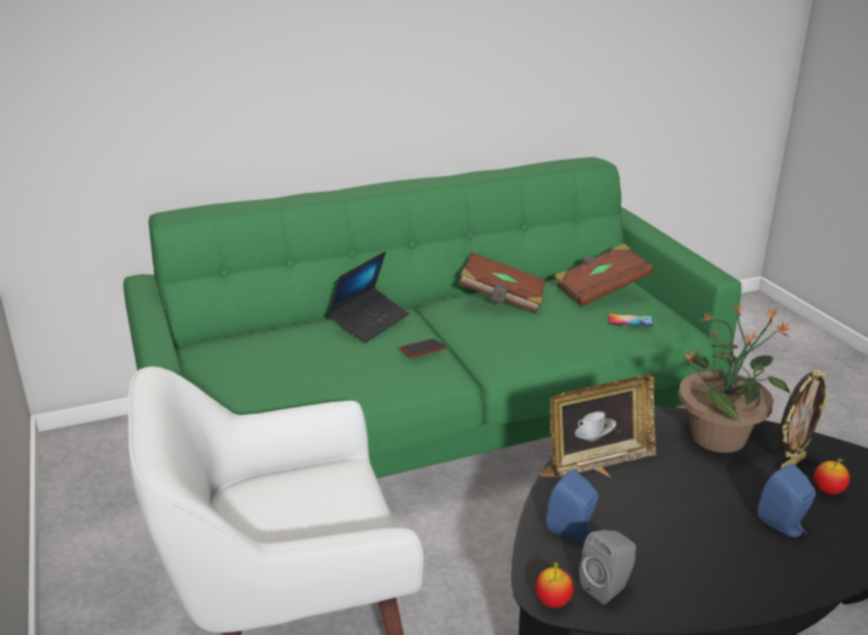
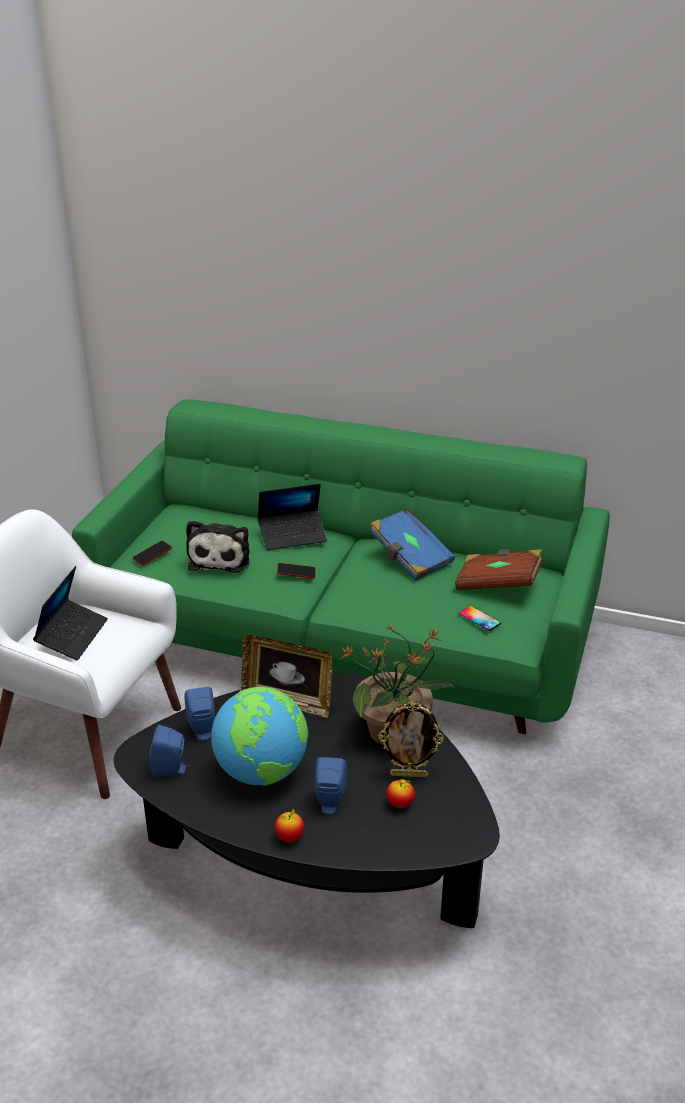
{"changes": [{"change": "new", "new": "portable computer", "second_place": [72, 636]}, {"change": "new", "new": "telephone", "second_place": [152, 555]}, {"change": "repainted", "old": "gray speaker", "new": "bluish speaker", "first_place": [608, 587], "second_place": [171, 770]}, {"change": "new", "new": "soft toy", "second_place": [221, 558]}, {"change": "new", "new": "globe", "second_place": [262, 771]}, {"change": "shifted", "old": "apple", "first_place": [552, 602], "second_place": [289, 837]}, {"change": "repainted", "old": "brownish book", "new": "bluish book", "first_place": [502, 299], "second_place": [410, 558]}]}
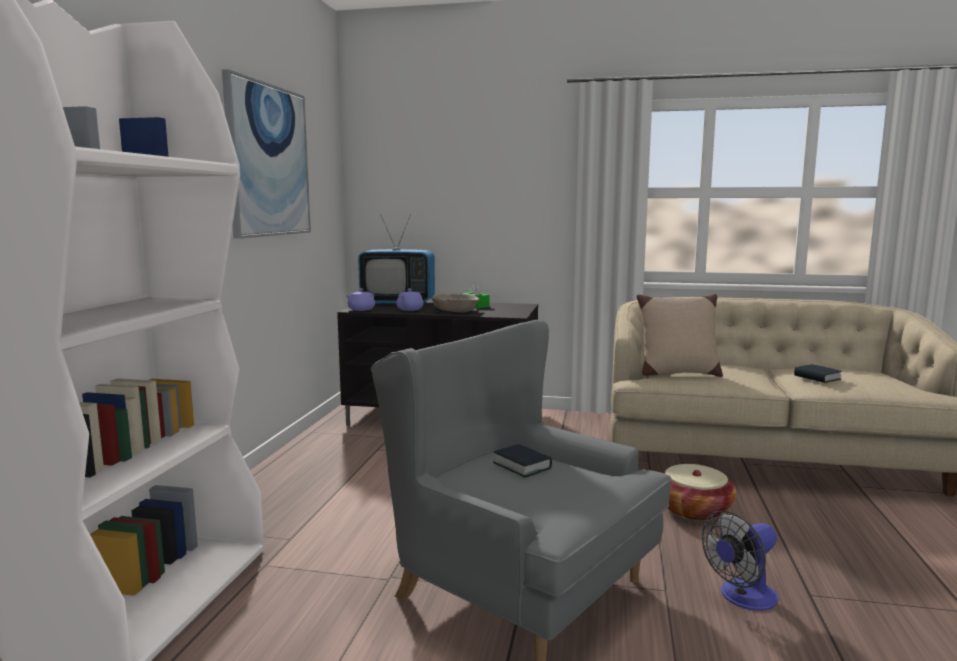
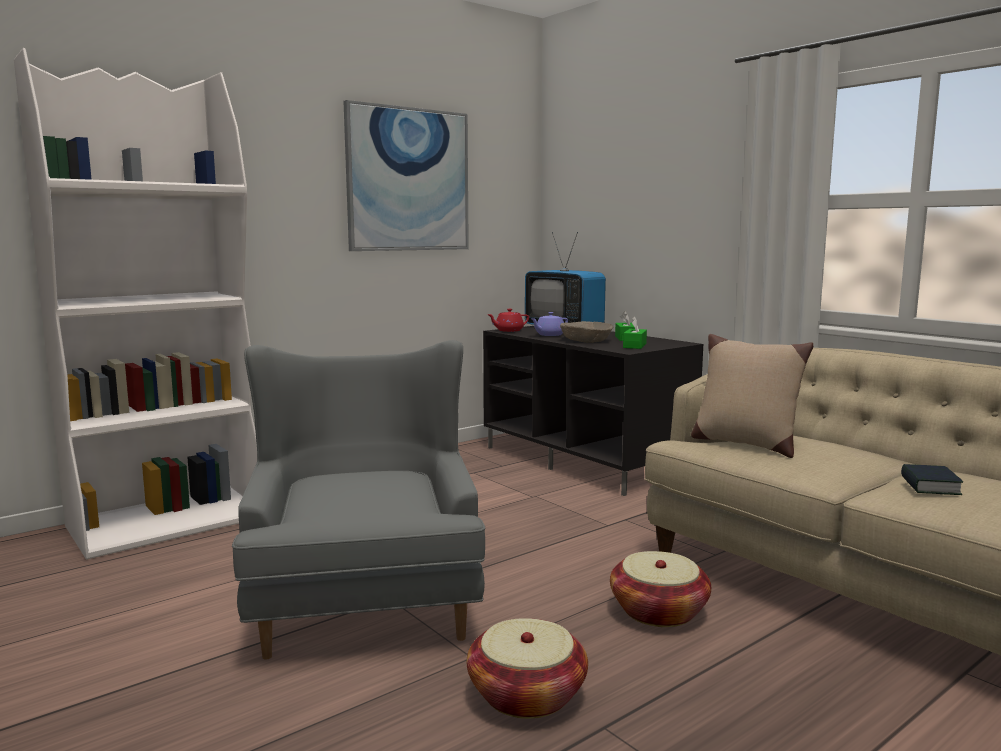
{"changes": [{"change": "swapped", "old": "cooling fan", "new": "storage basket", "first_place": [742, 598], "second_place": [526, 695]}, {"change": "repainted", "old": "purplish teapot", "new": "reddish teapot", "first_place": [361, 309], "second_place": [508, 330]}, {"change": "new", "new": "greenish tissue box", "second_place": [634, 346]}, {"change": "gone", "old": "book", "first_place": [522, 466]}]}
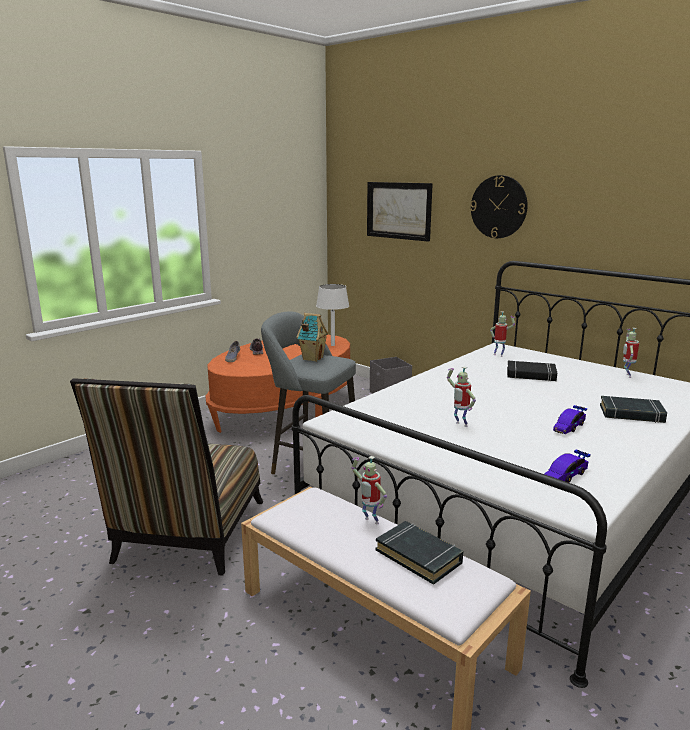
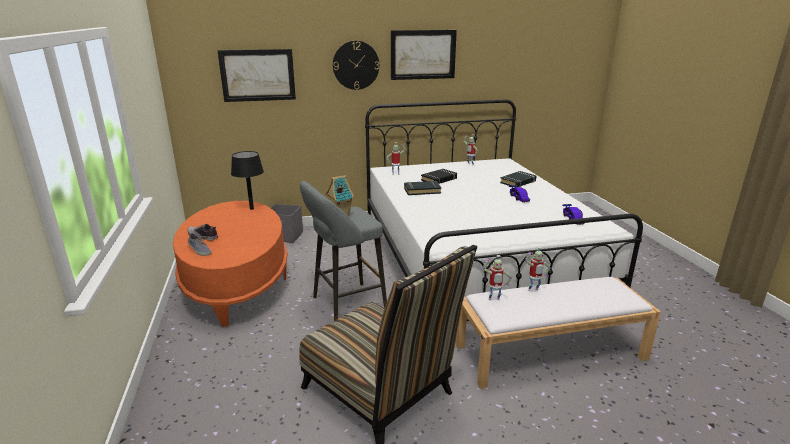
{"changes": [{"change": "repainted", "old": "white lamp for a table", "new": "black-coloured lamp for a table", "first_place": [332, 345], "second_place": [252, 209]}, {"change": "new", "new": "wall picture", "second_place": [423, 54]}, {"change": "shifted", "old": "black-coloured book", "first_place": [419, 556], "second_place": [422, 190]}, {"change": "shifted", "old": "robot figure", "first_place": [460, 425], "second_place": [494, 300]}]}
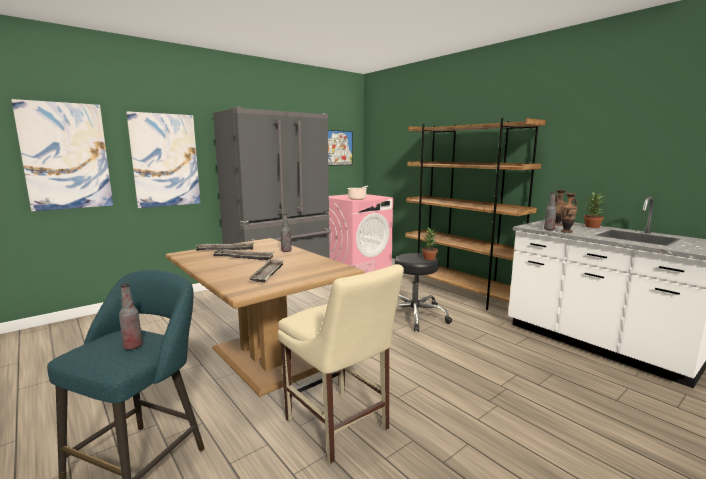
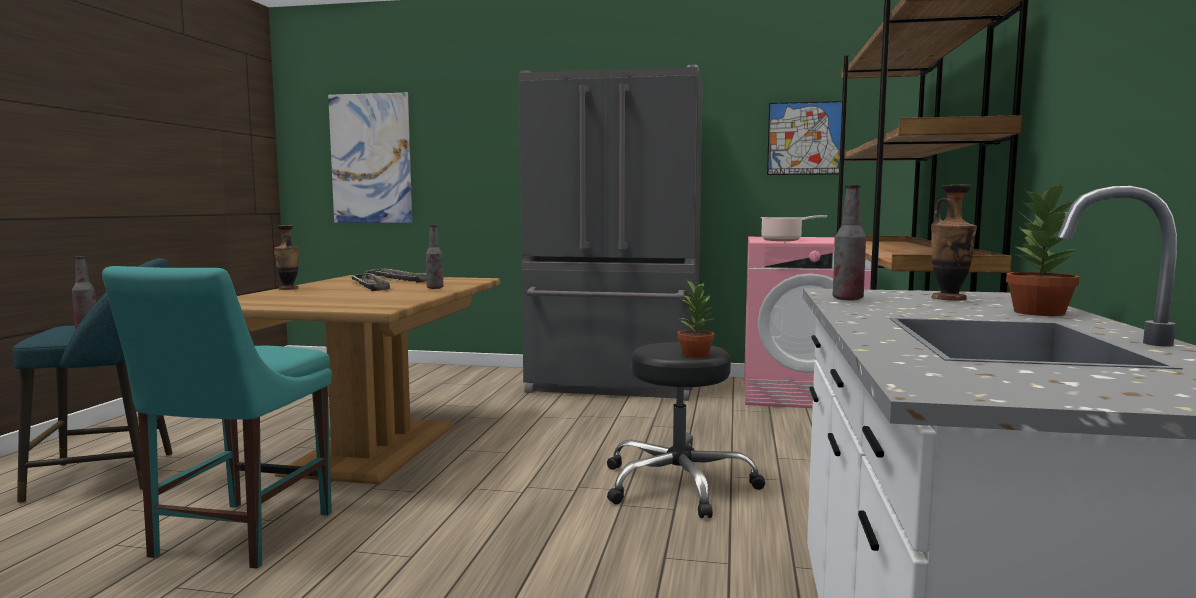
{"changes": [{"change": "repainted", "old": "beige plain chair", "new": "blue-green plain chair", "first_place": [339, 426], "second_place": [237, 537]}, {"change": "shifted", "old": "decorative vase", "first_place": [566, 231], "second_place": [288, 288]}, {"change": "gone", "old": "wall picture", "first_place": [165, 160]}, {"change": "gone", "old": "tray", "first_place": [268, 274]}]}
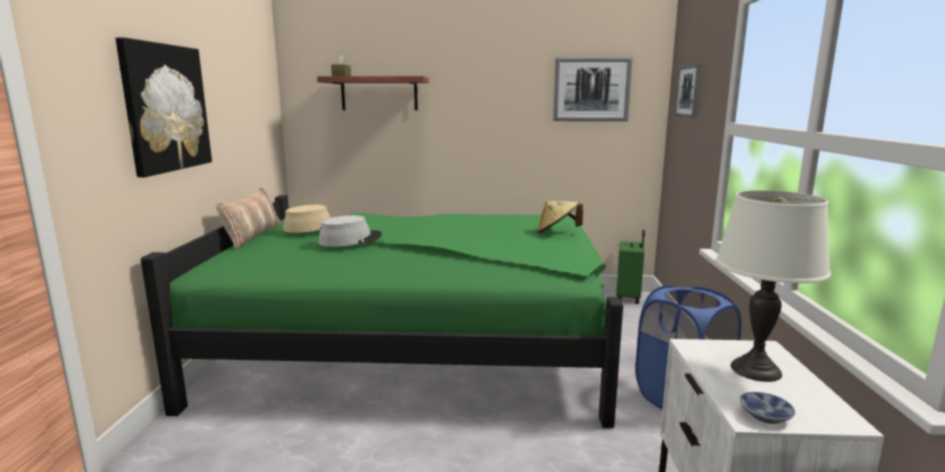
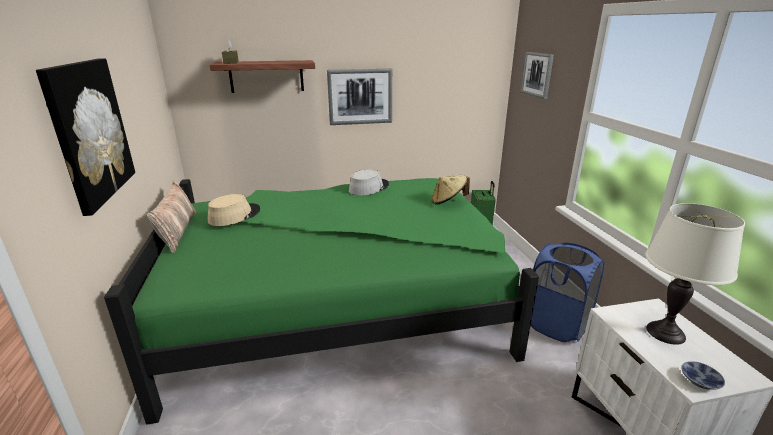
{"changes": [{"change": "shifted", "old": "wall picture", "first_place": [591, 89], "second_place": [360, 96]}, {"change": "shifted", "old": "gray wearable hat", "first_place": [350, 240], "second_place": [368, 188]}]}
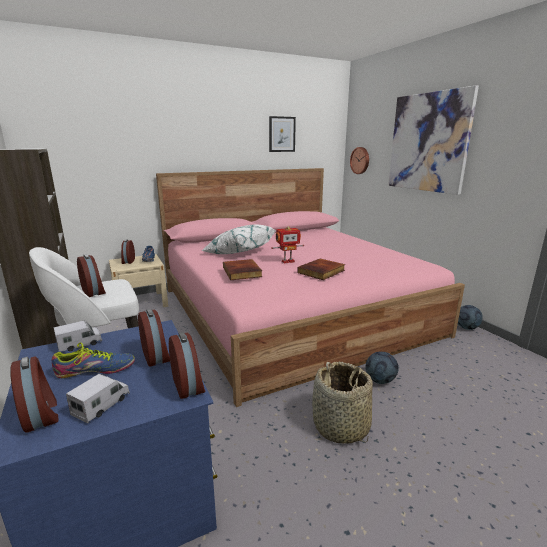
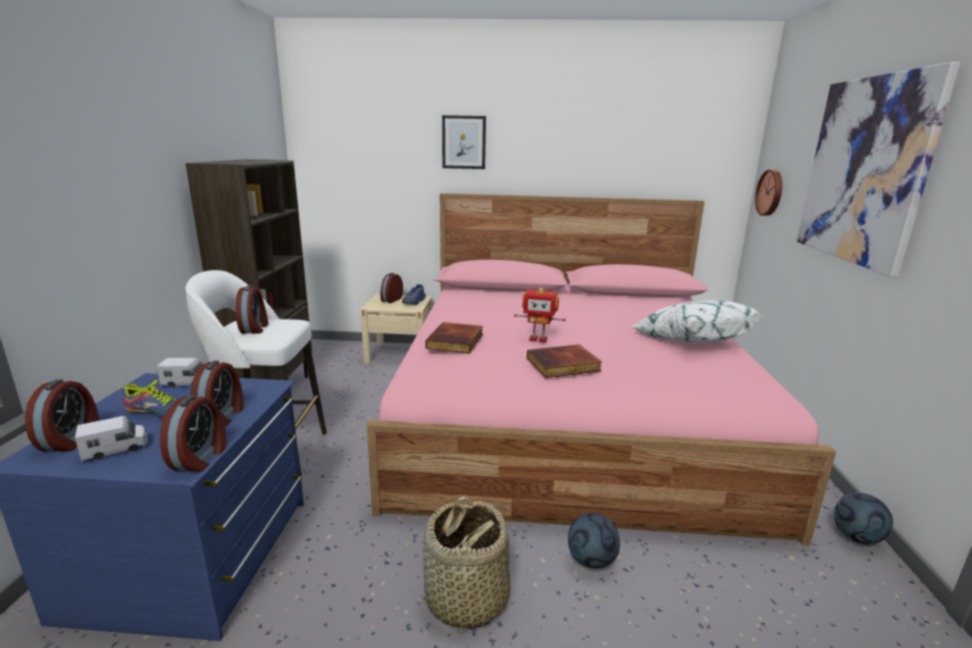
{"changes": [{"change": "shifted", "old": "wall picture", "first_place": [282, 134], "second_place": [464, 142]}, {"change": "shifted", "old": "white throw pillow", "first_place": [239, 253], "second_place": [690, 341]}]}
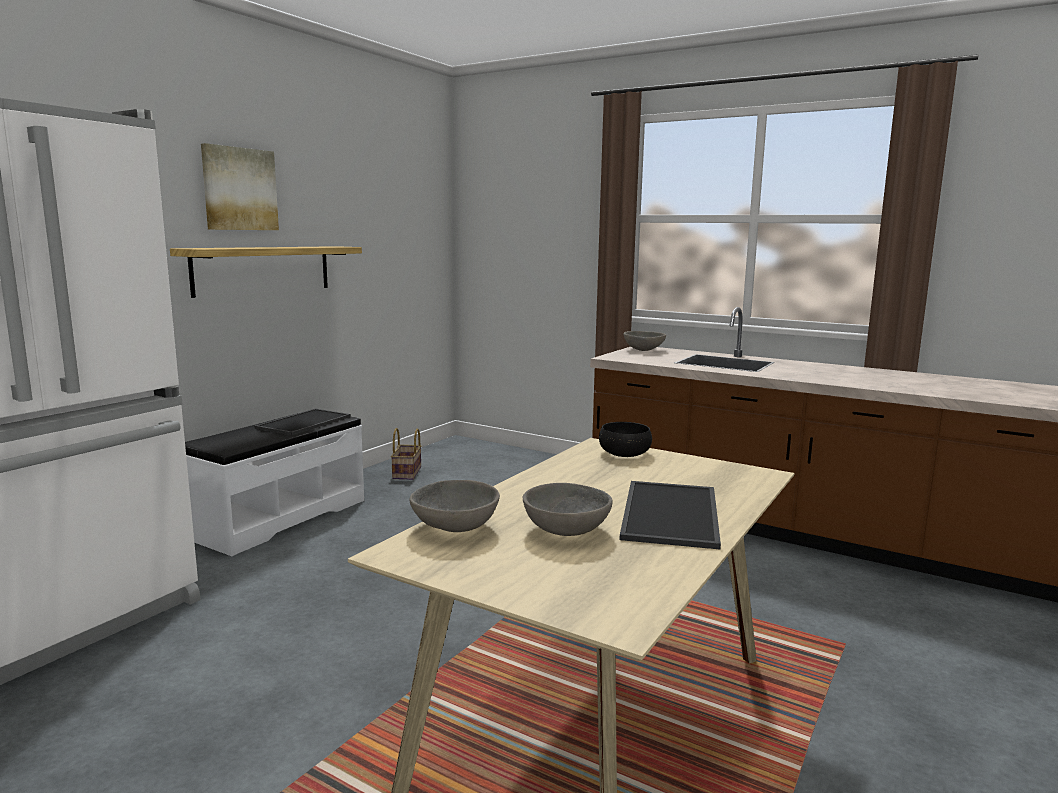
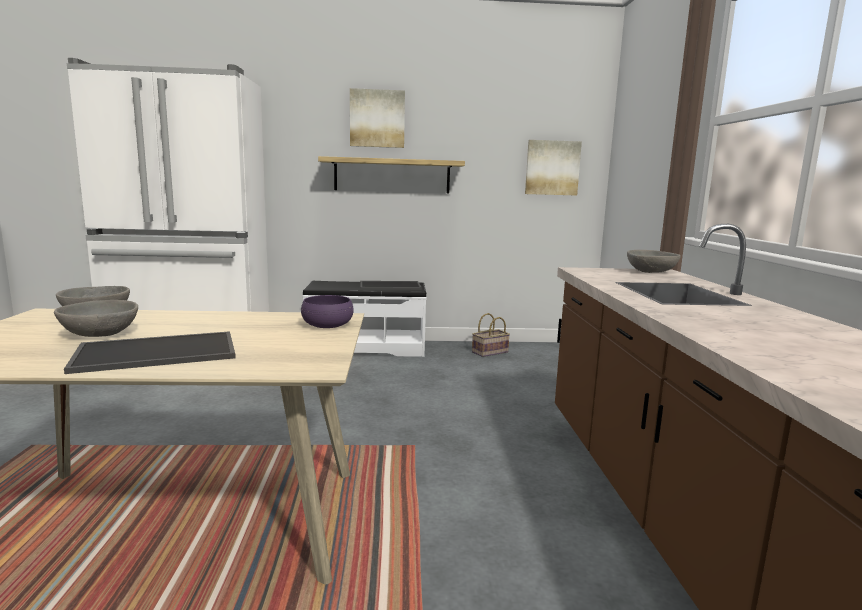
{"changes": [{"change": "repainted", "old": "black-coloured deep dish", "new": "purplish deep dish", "first_place": [624, 453], "second_place": [327, 324]}, {"change": "new", "new": "wall picture", "second_place": [552, 168]}]}
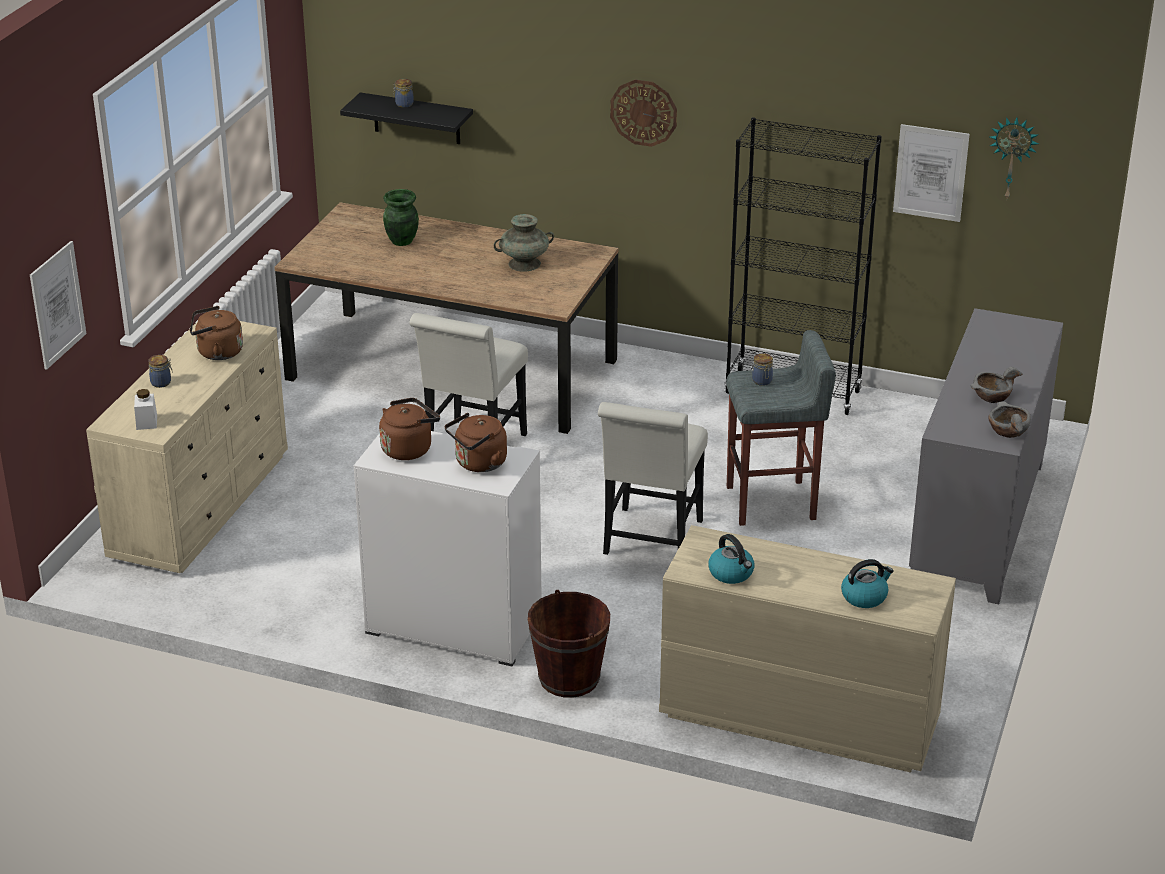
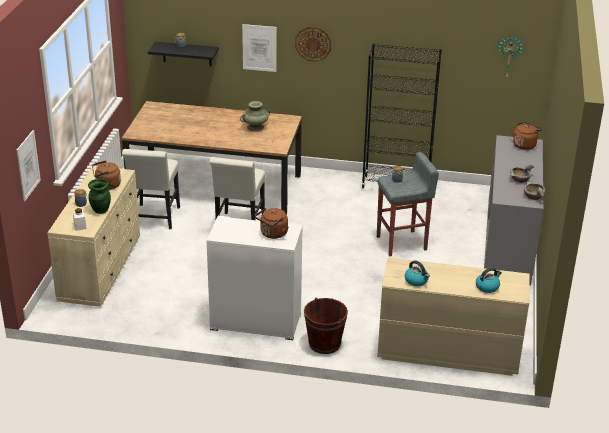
{"changes": [{"change": "shifted", "old": "greenish decorative vase", "first_place": [401, 241], "second_place": [100, 210]}, {"change": "shifted", "old": "white plain chair", "first_place": [650, 542], "second_place": [154, 219]}, {"change": "shifted", "old": "wall picture", "first_place": [930, 172], "second_place": [259, 48]}, {"change": "shifted", "old": "brownish water kettle", "first_place": [409, 448], "second_place": [525, 145]}]}
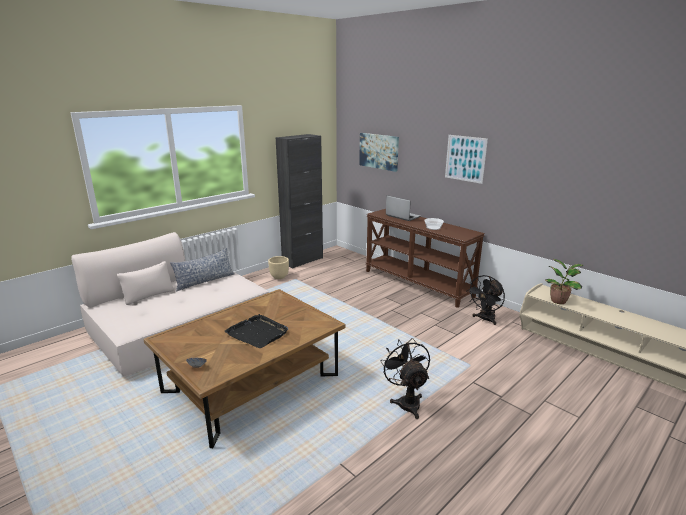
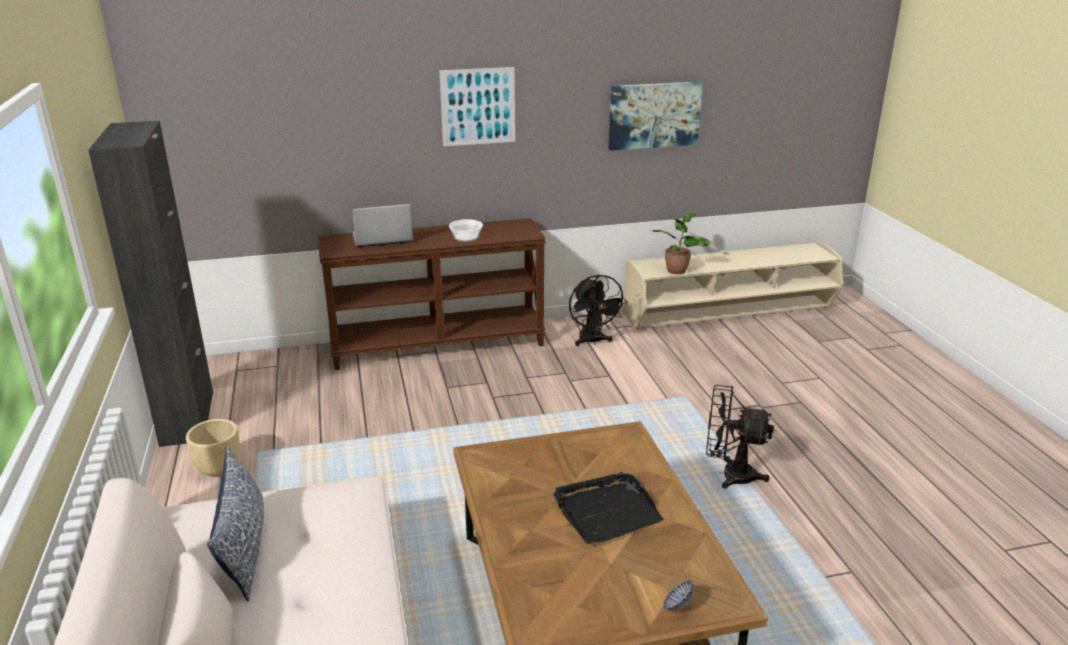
{"changes": [{"change": "shifted", "old": "wall picture", "first_place": [379, 151], "second_place": [654, 115]}]}
